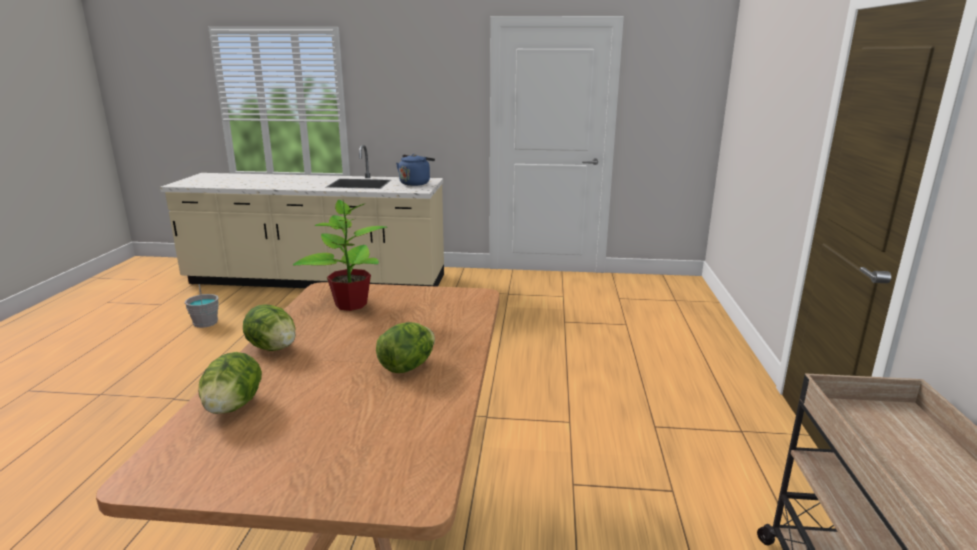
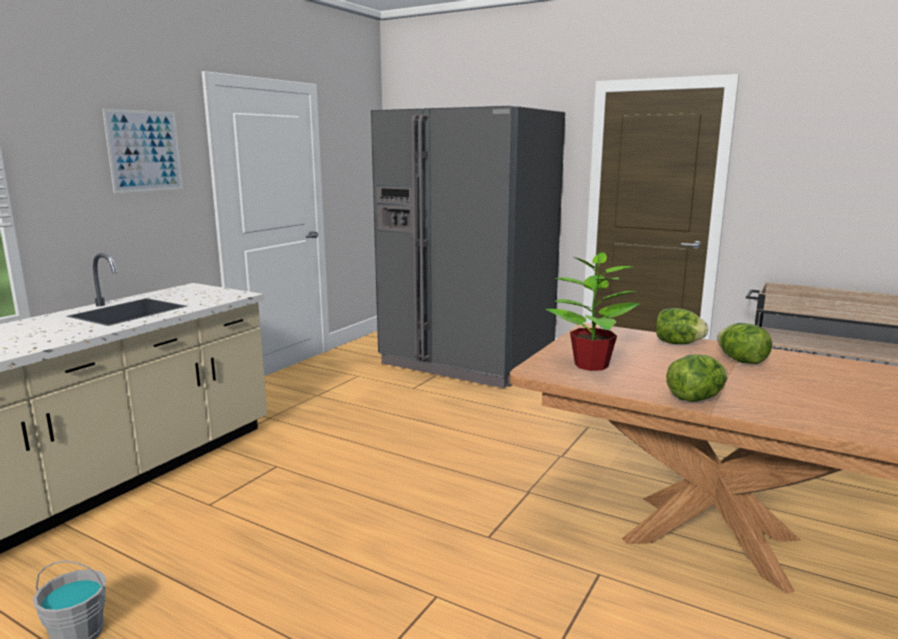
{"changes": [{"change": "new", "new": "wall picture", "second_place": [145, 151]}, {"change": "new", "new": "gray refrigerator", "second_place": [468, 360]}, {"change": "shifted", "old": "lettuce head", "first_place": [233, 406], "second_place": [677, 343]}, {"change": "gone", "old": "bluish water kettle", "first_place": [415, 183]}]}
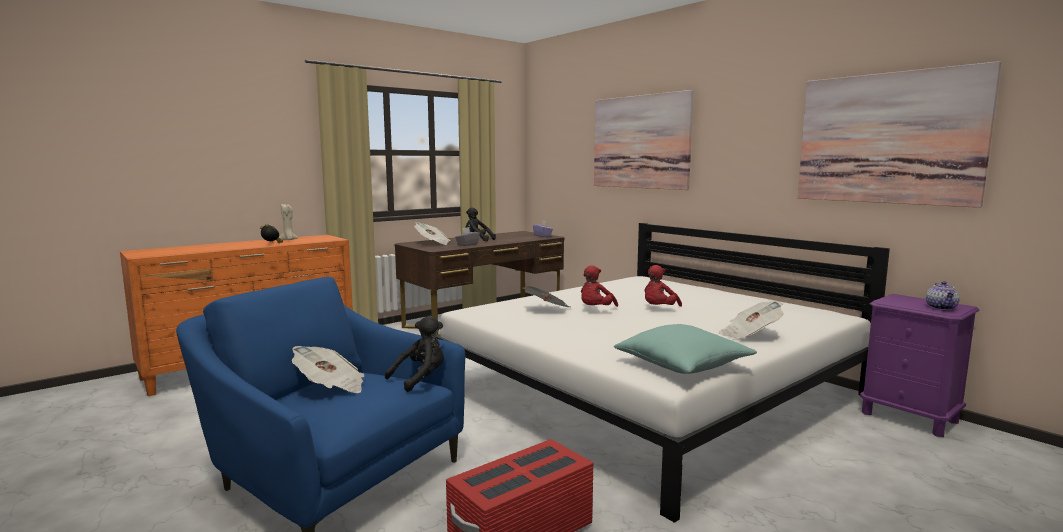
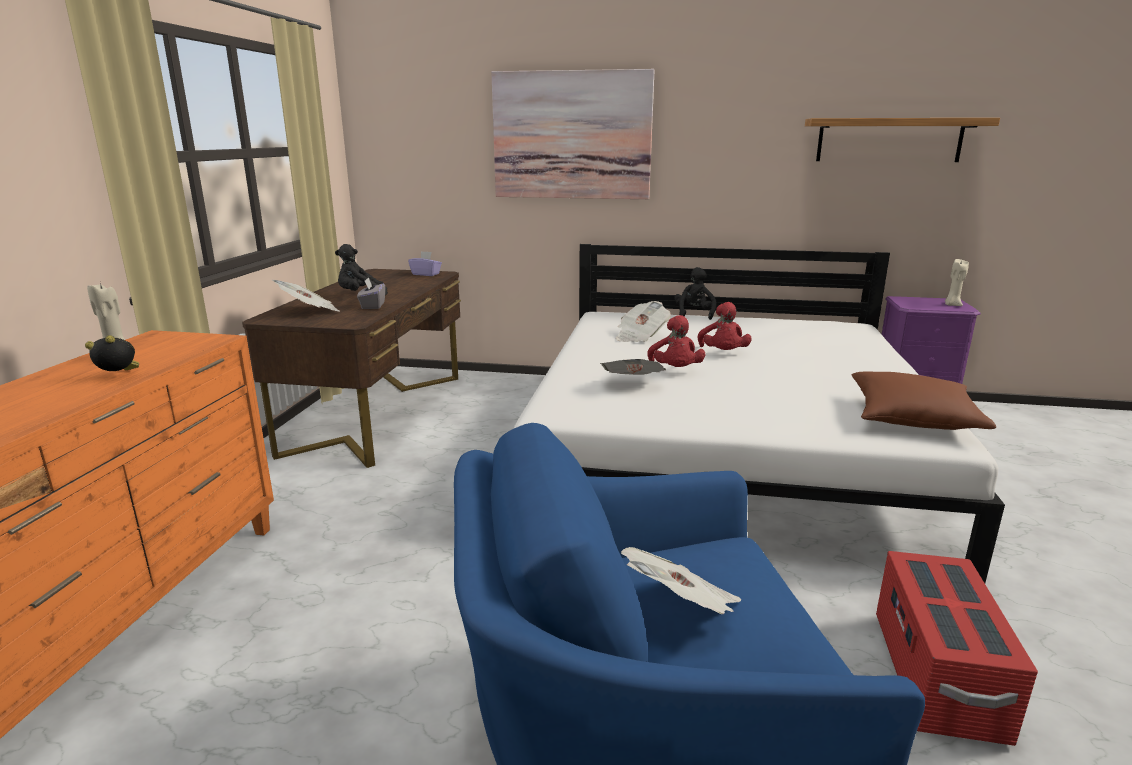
{"changes": [{"change": "shifted", "old": "printed paper", "first_place": [749, 335], "second_place": [640, 336]}, {"change": "shifted", "old": "black-coloured soft toy", "first_place": [420, 379], "second_place": [694, 314]}, {"change": "swapped", "old": "wall picture", "new": "shelf", "first_place": [888, 138], "second_place": [889, 140]}, {"change": "repainted", "old": "blue-green throw pillow", "new": "brownish throw pillow", "first_place": [683, 365], "second_place": [913, 418]}, {"change": "swapped", "old": "teapot", "new": "beige wax candle", "first_place": [942, 308], "second_place": [952, 305]}]}
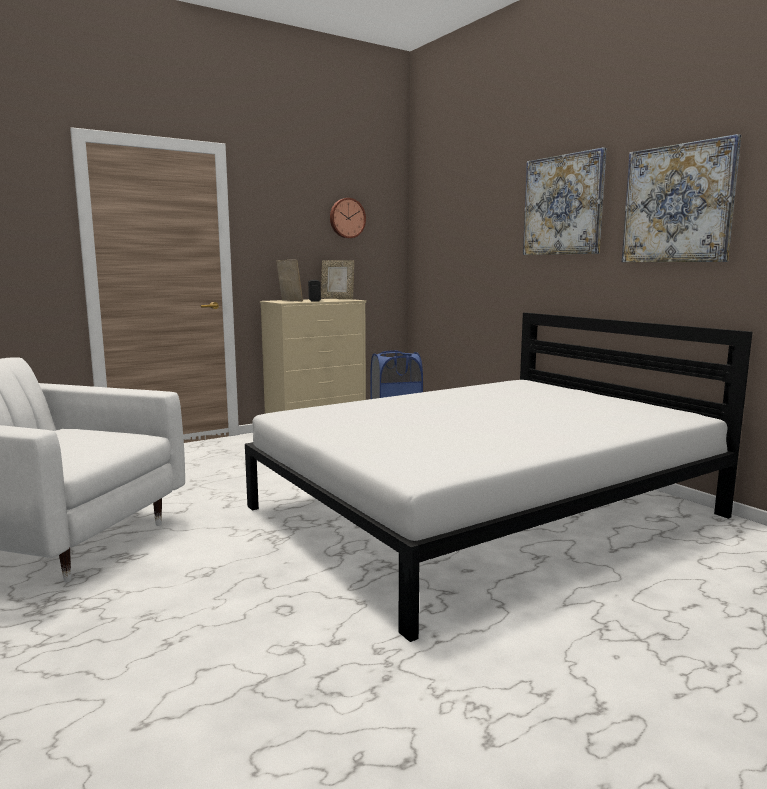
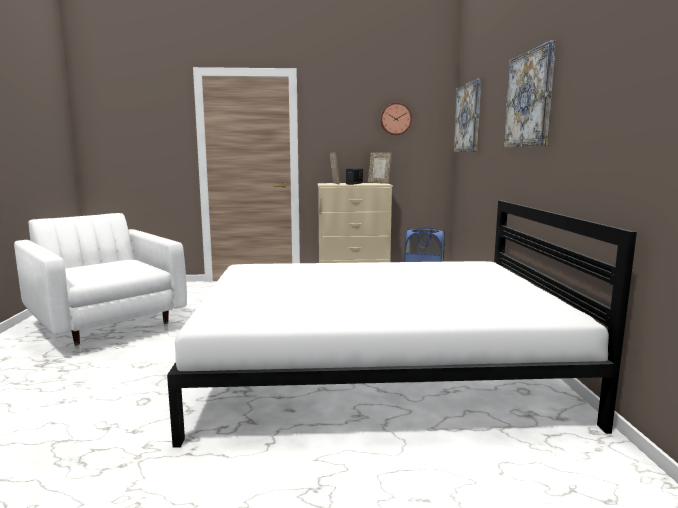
{"changes": [{"change": "shifted", "old": "wall picture", "first_place": [678, 204], "second_place": [468, 118]}]}
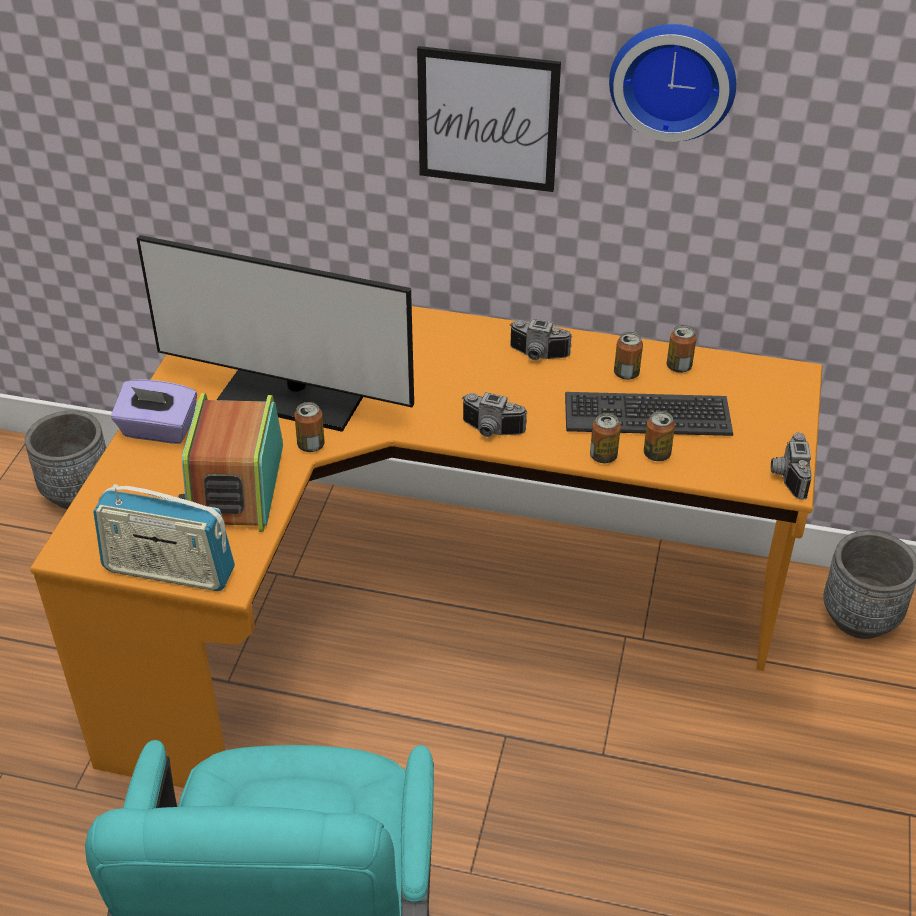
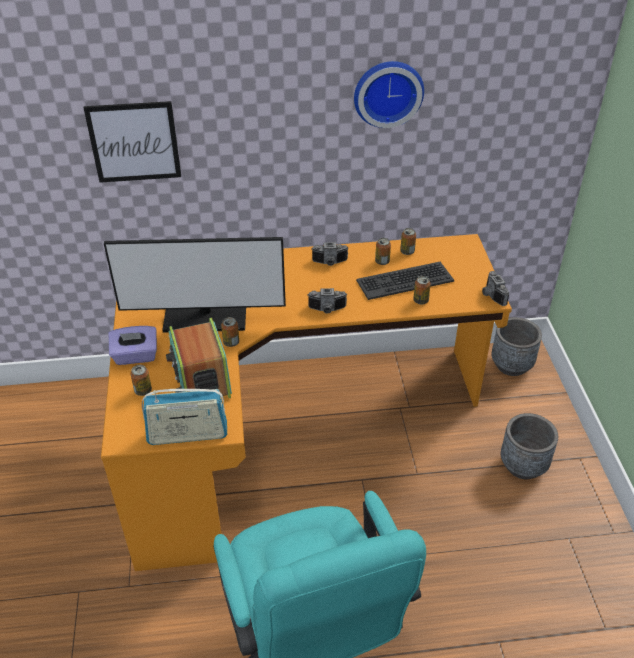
{"changes": [{"change": "shifted", "old": "wall picture", "first_place": [487, 119], "second_place": [134, 142]}, {"change": "shifted", "old": "metal can", "first_place": [603, 456], "second_place": [143, 390]}, {"change": "shifted", "old": "gray plant pot", "first_place": [78, 492], "second_place": [523, 465]}]}
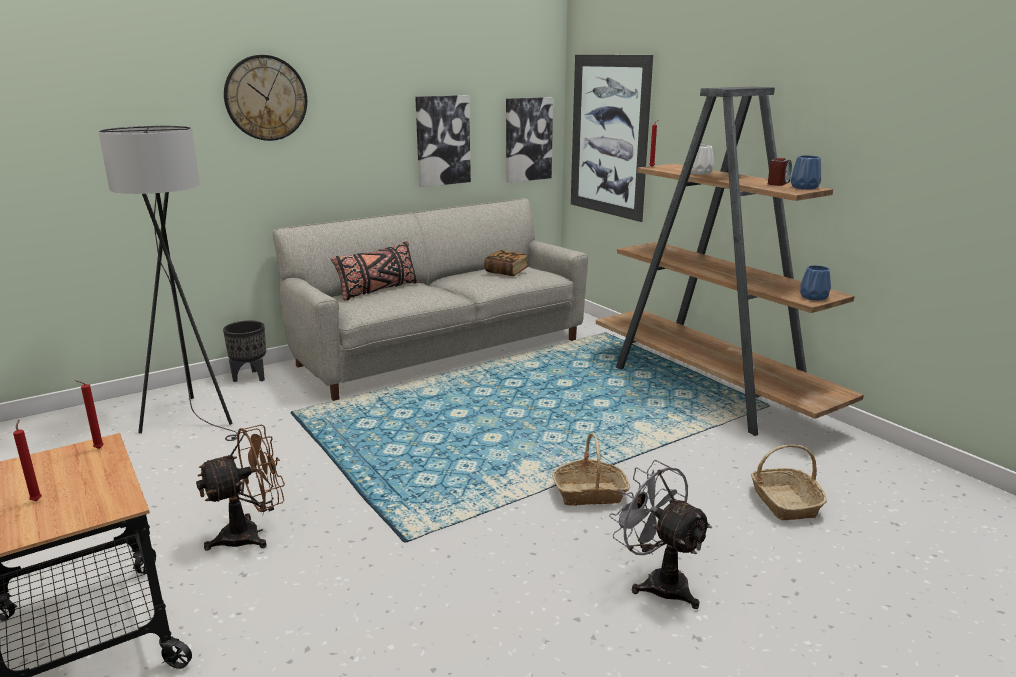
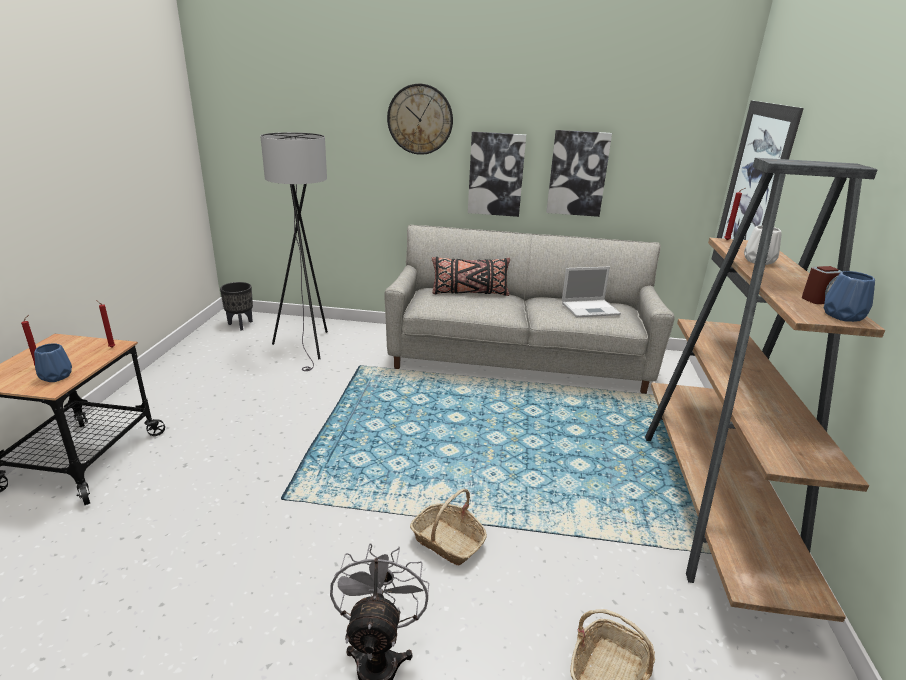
{"changes": [{"change": "shifted", "old": "bluish decorative vase", "first_place": [814, 297], "second_place": [57, 376]}, {"change": "shifted", "old": "black-coloured plant pot", "first_place": [250, 377], "second_place": [241, 325]}, {"change": "shifted", "old": "wall picture", "first_place": [528, 139], "second_place": [496, 174]}, {"change": "swapped", "old": "book", "new": "portable computer", "first_place": [506, 272], "second_place": [591, 308]}, {"change": "gone", "old": "brownish cooling fan", "first_place": [251, 534]}]}
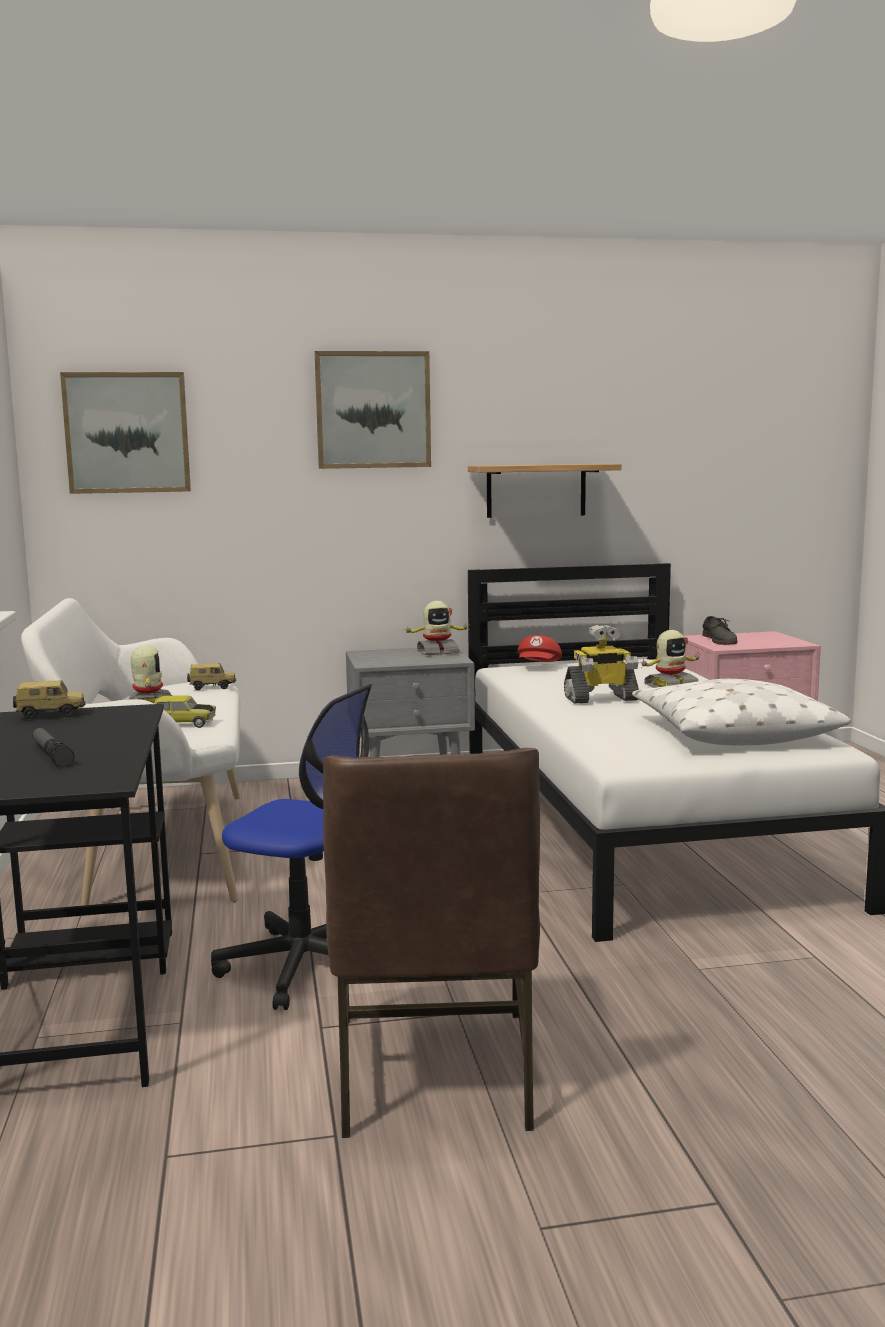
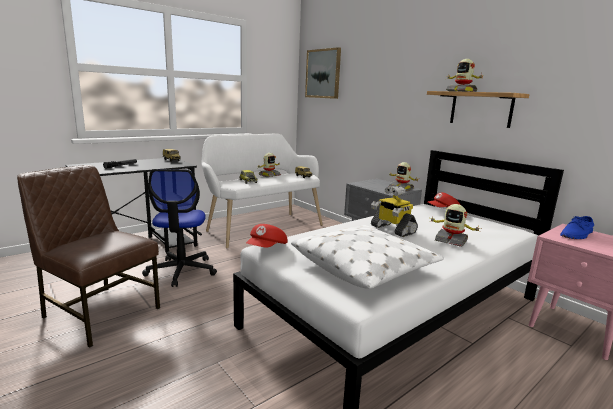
{"changes": [{"change": "rotated", "old": "brownish plain chair", "first_place": [433, 1072], "second_place": [100, 312], "degrees": 60}, {"change": "new", "new": "reddish cap", "second_place": [267, 248]}, {"change": "new", "new": "robot figure", "second_place": [461, 91]}, {"change": "repainted", "old": "gray shoe", "new": "bluish shoe", "first_place": [720, 640], "second_place": [577, 234]}, {"change": "gone", "old": "wall picture", "first_place": [373, 410]}]}
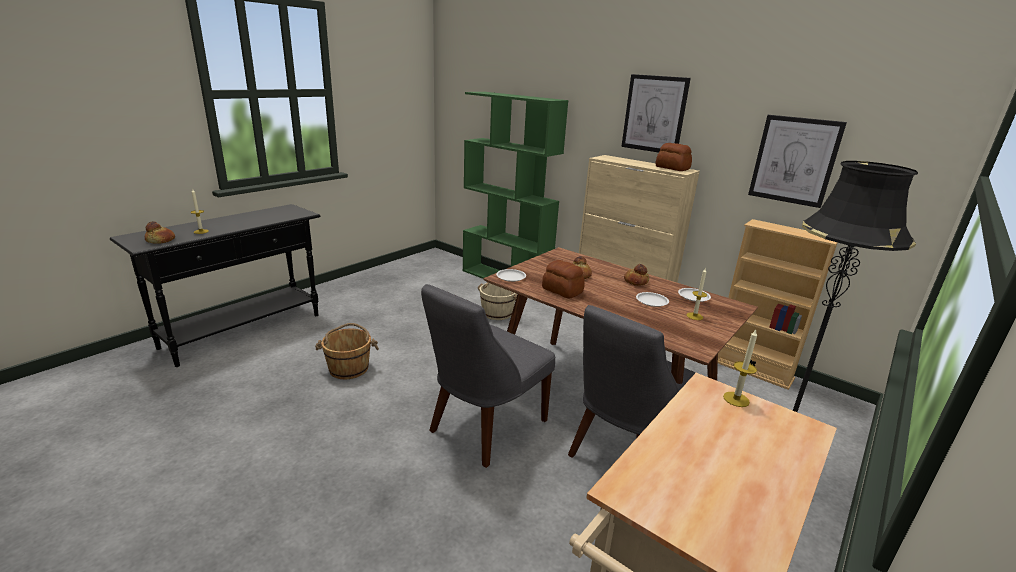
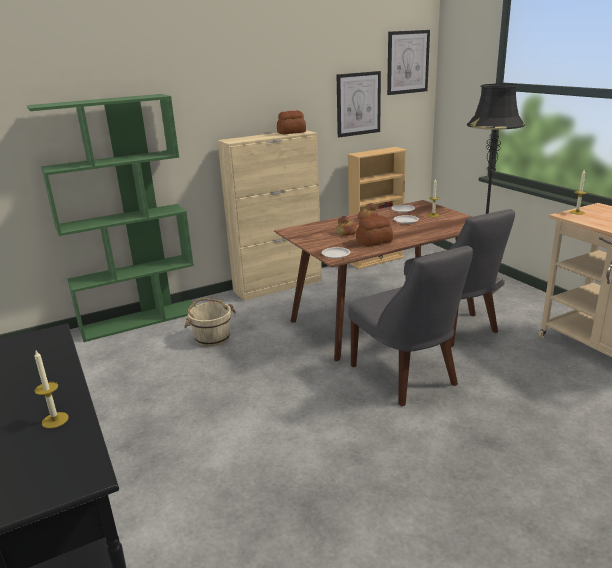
{"changes": [{"change": "shifted", "old": "wall picture", "first_place": [654, 114], "second_place": [407, 62]}, {"change": "gone", "old": "bread", "first_place": [161, 240]}, {"change": "gone", "old": "brownish bucket", "first_place": [349, 368]}]}
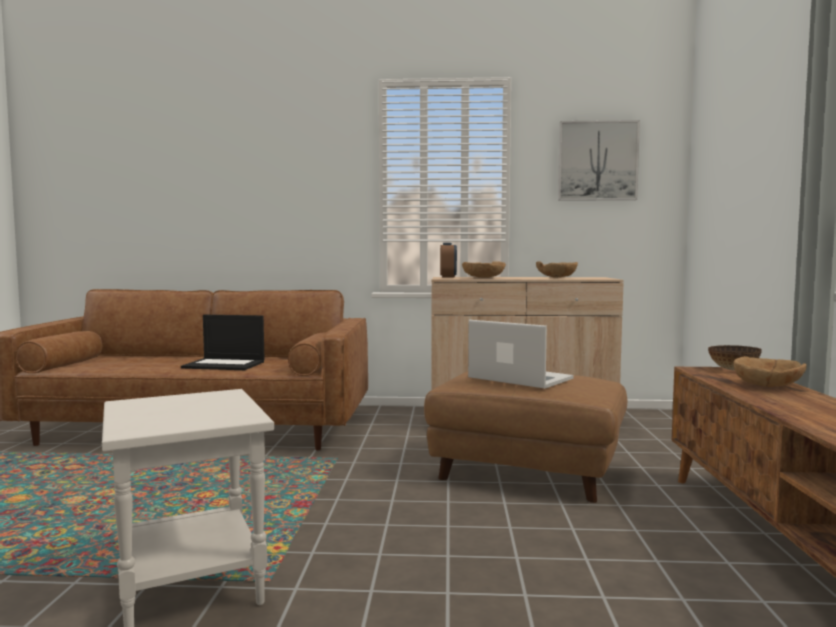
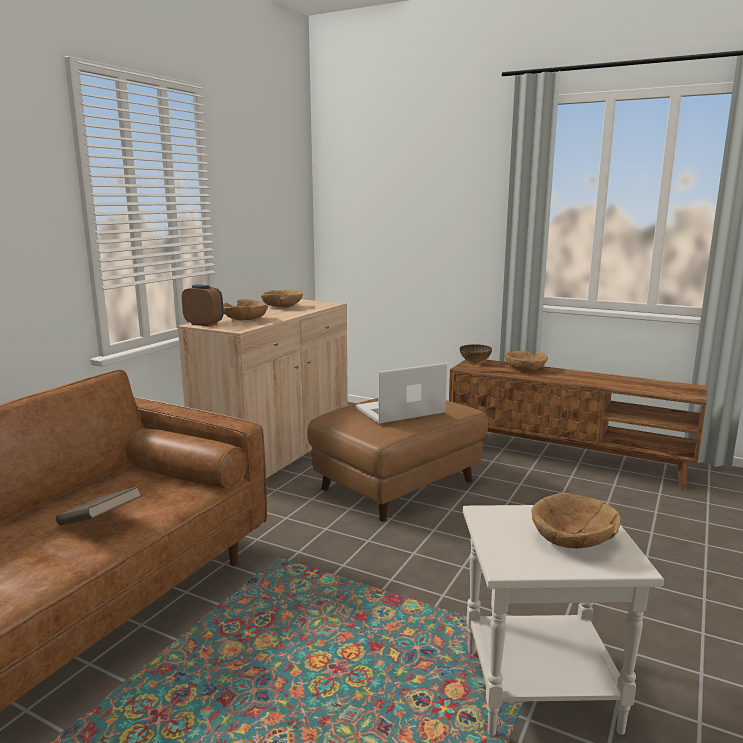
{"changes": [{"change": "swapped", "old": "portable computer", "new": "brownish book", "first_place": [225, 365], "second_place": [100, 523]}, {"change": "new", "new": "brownish deep dish", "second_place": [573, 539]}, {"change": "gone", "old": "wall picture", "first_place": [597, 161]}]}
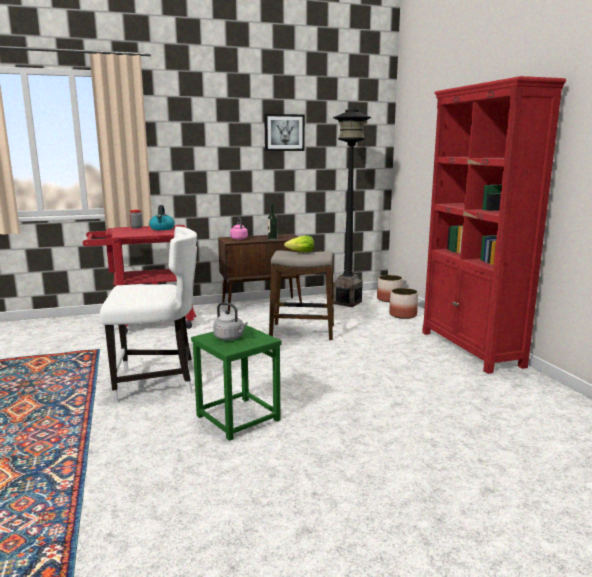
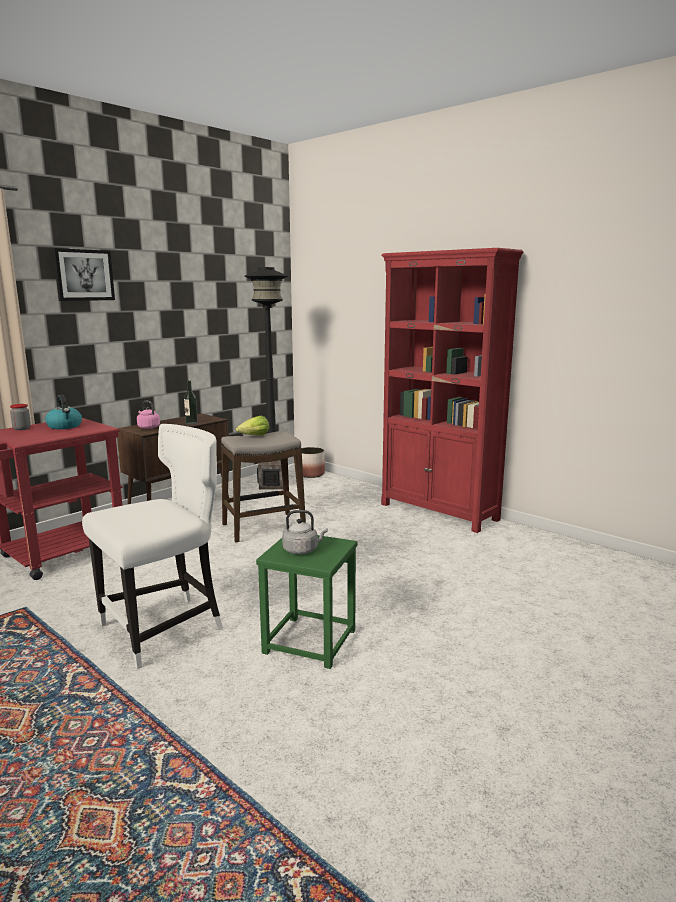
{"changes": [{"change": "shifted", "old": "wall picture", "first_place": [284, 132], "second_place": [84, 275]}, {"change": "gone", "old": "plant pot", "first_place": [403, 315]}]}
